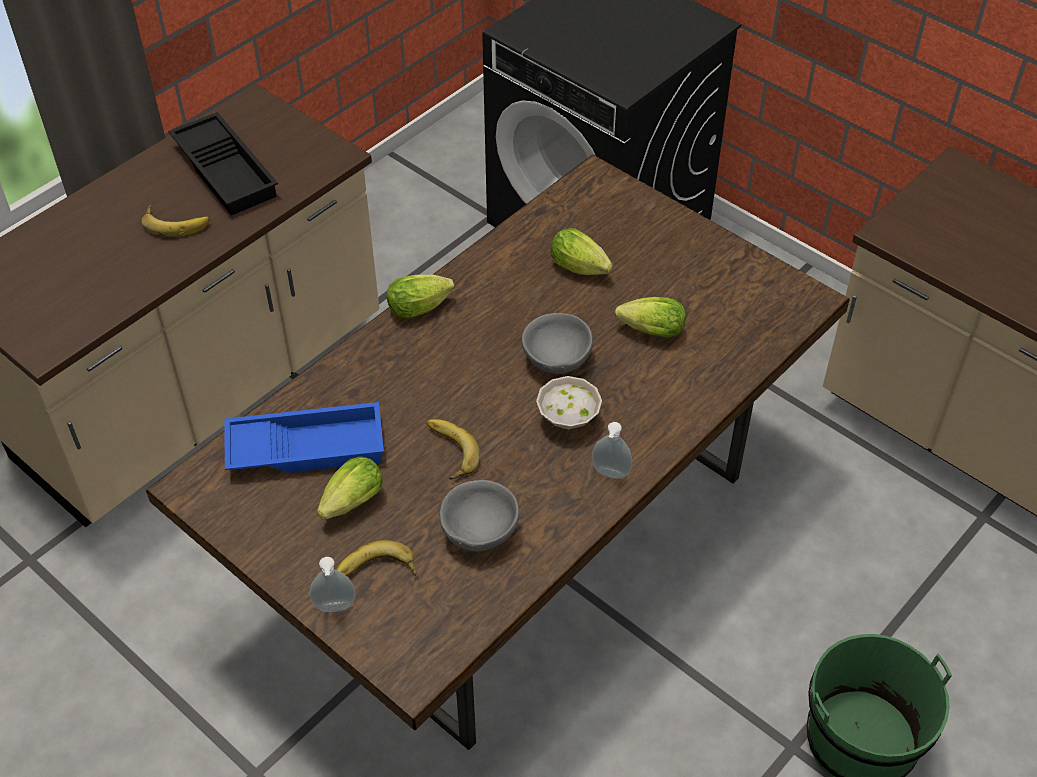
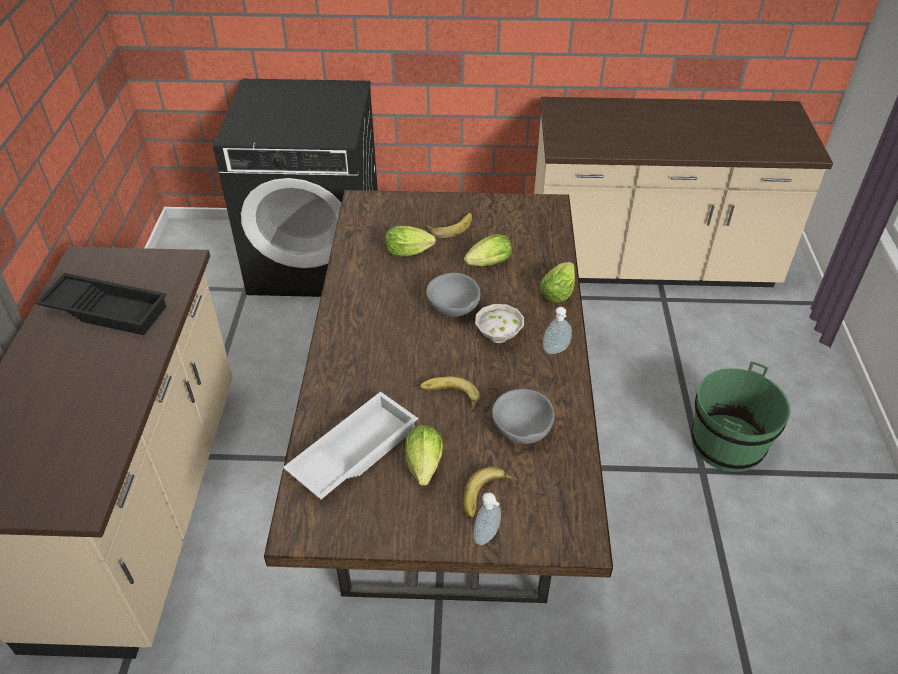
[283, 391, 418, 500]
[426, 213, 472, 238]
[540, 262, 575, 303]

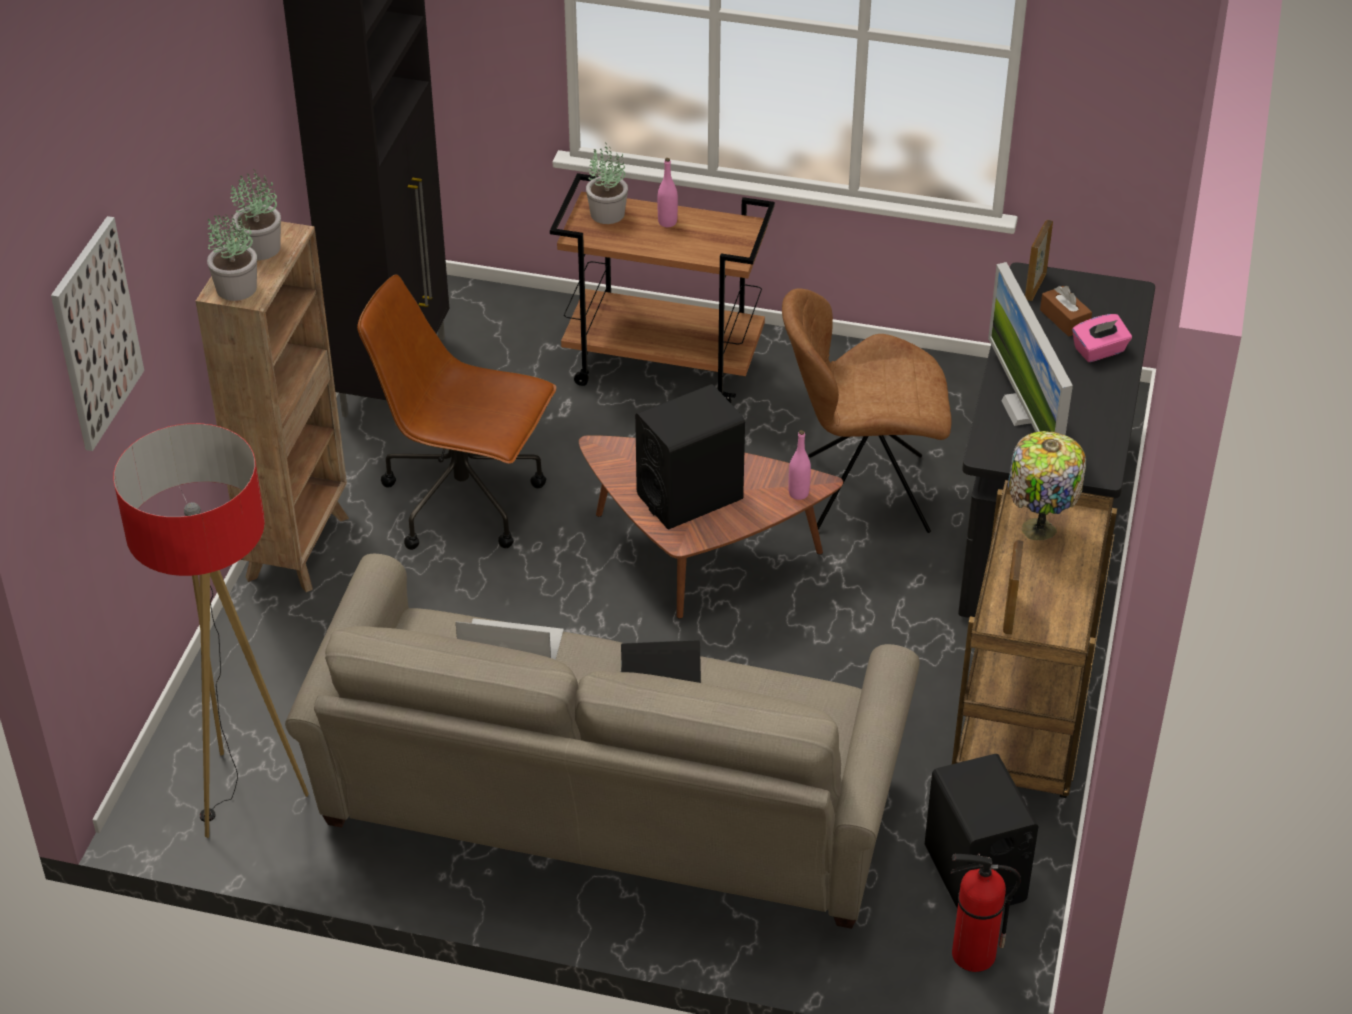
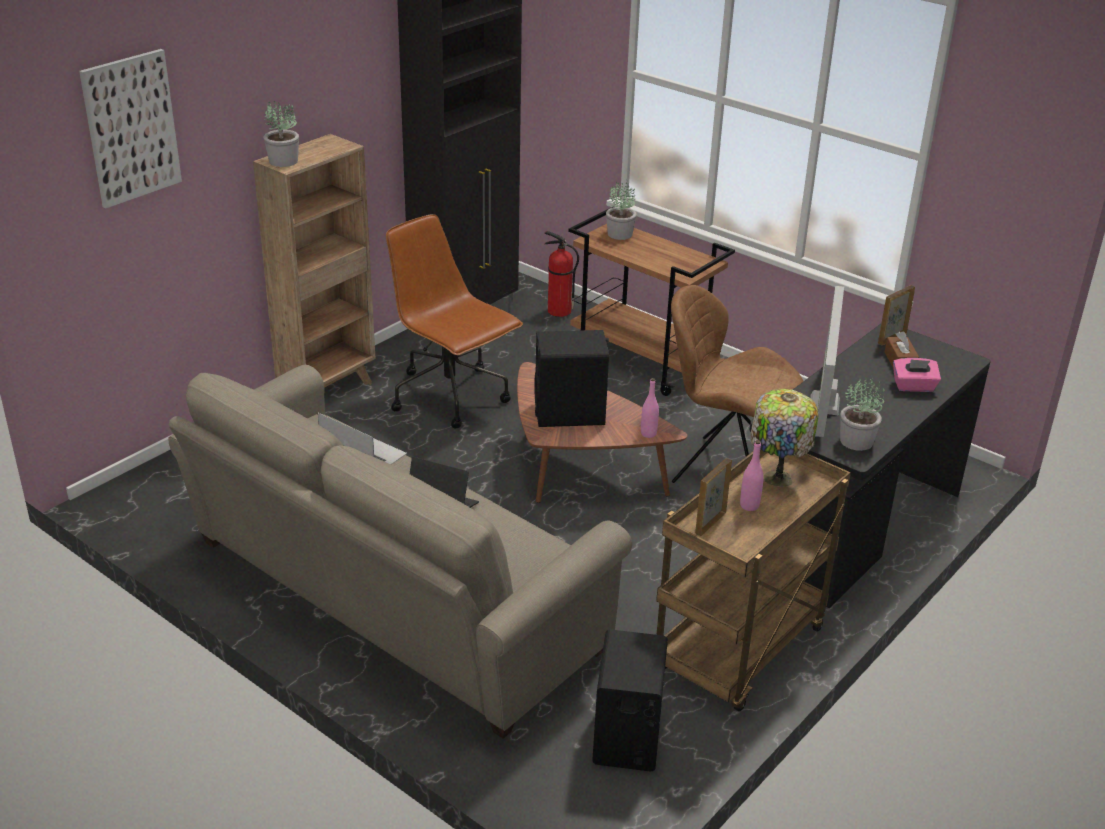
[544, 231, 579, 317]
[740, 440, 764, 511]
[840, 376, 884, 451]
[113, 423, 309, 838] (first image)

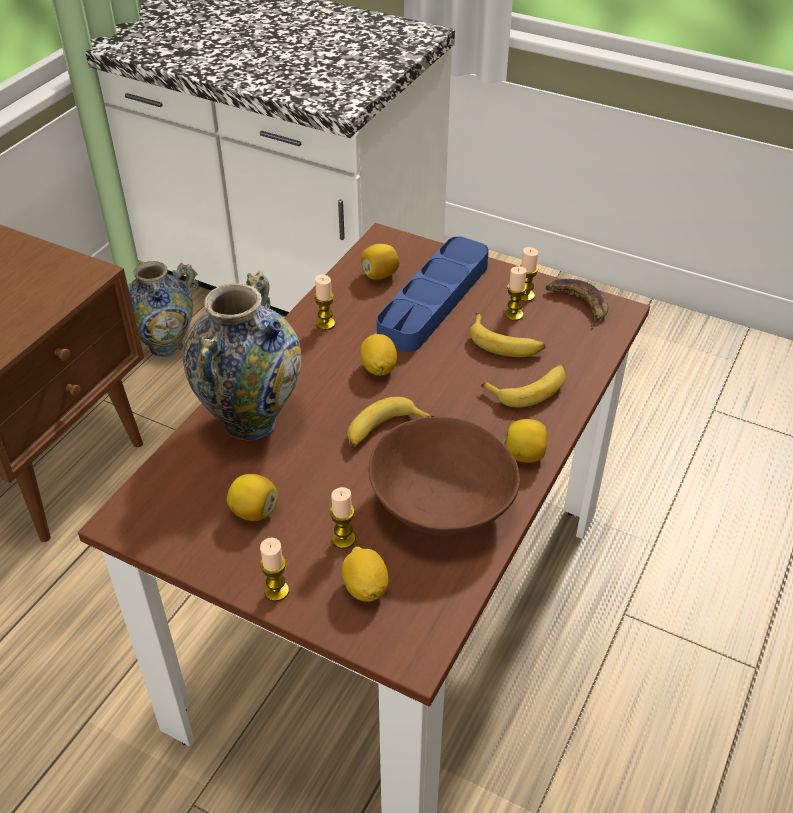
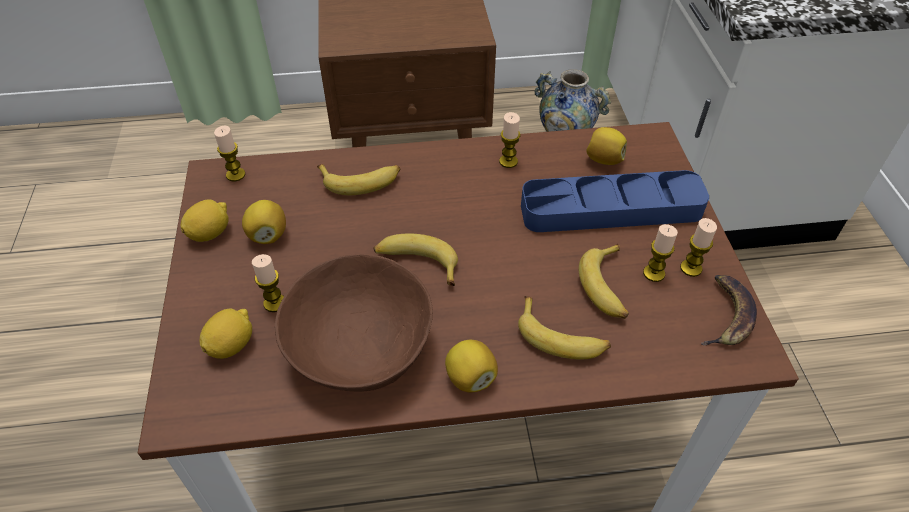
[181, 200, 229, 242]
[214, 126, 245, 181]
[317, 164, 400, 195]

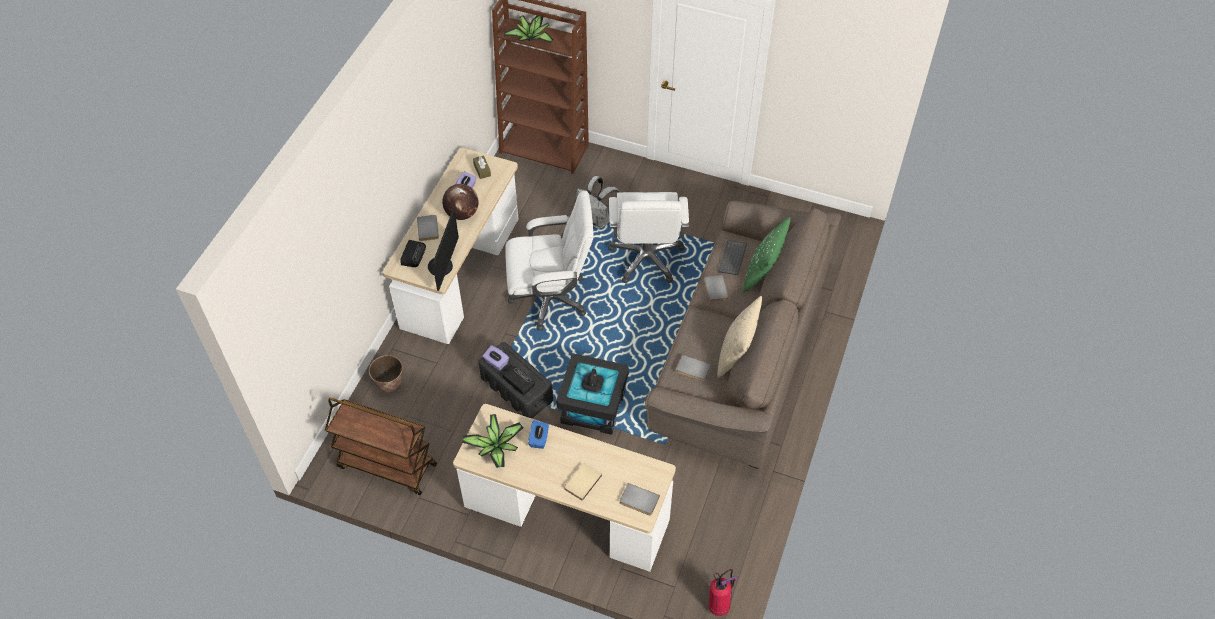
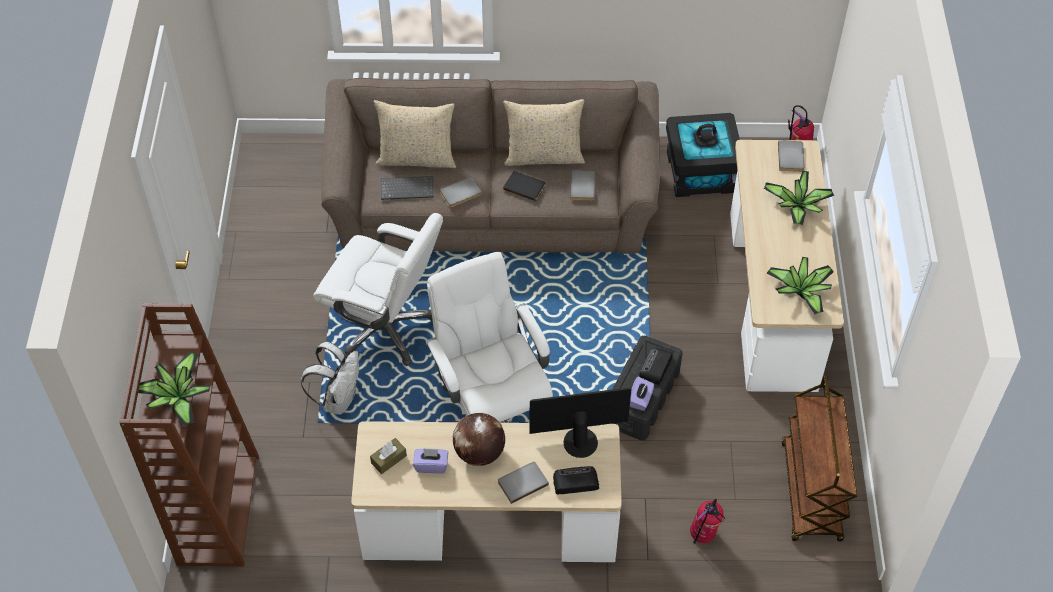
[313, 213, 443, 366]
[374, 100, 456, 168]
[503, 171, 545, 201]
[666, 113, 740, 197]
[690, 499, 725, 544]
[764, 171, 834, 225]
[528, 420, 549, 449] (first image)

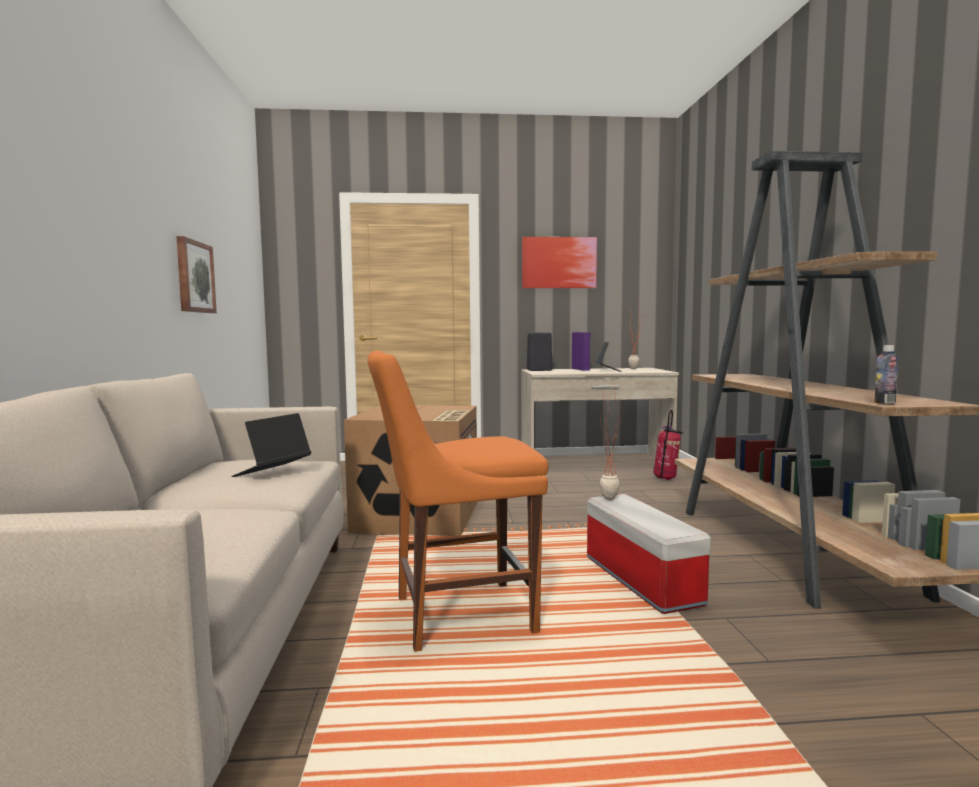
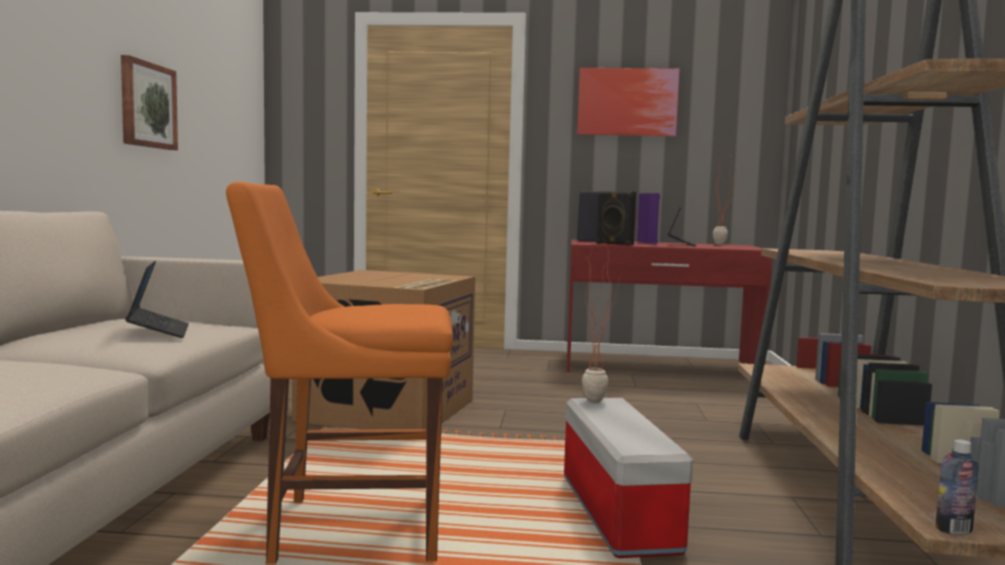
[125, 261, 189, 338]
[567, 240, 772, 372]
[596, 191, 636, 246]
[936, 439, 979, 535]
[653, 410, 684, 480] (first image)

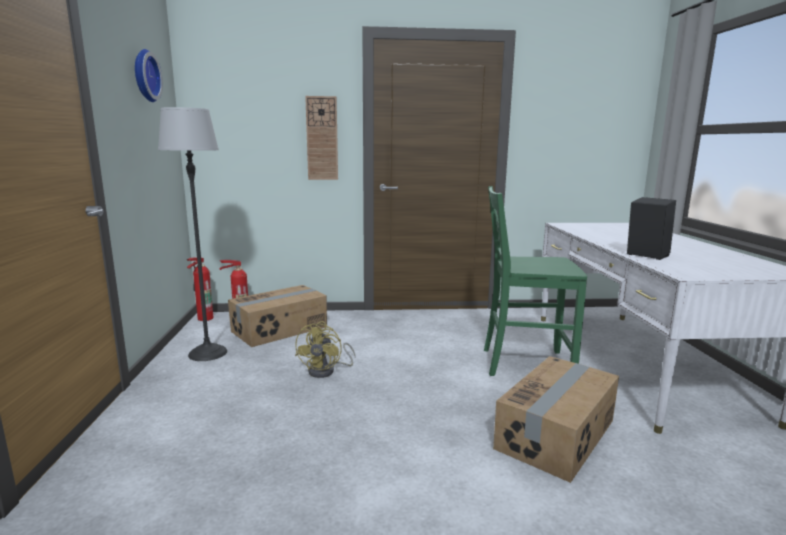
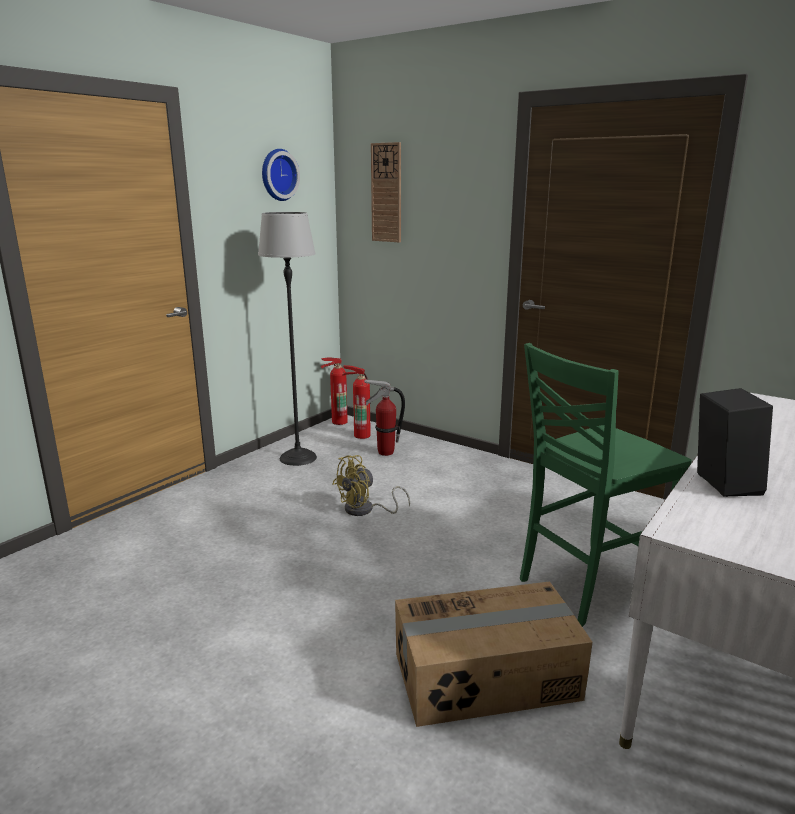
[364, 379, 405, 456]
[371, 142, 401, 242]
[520, 343, 692, 627]

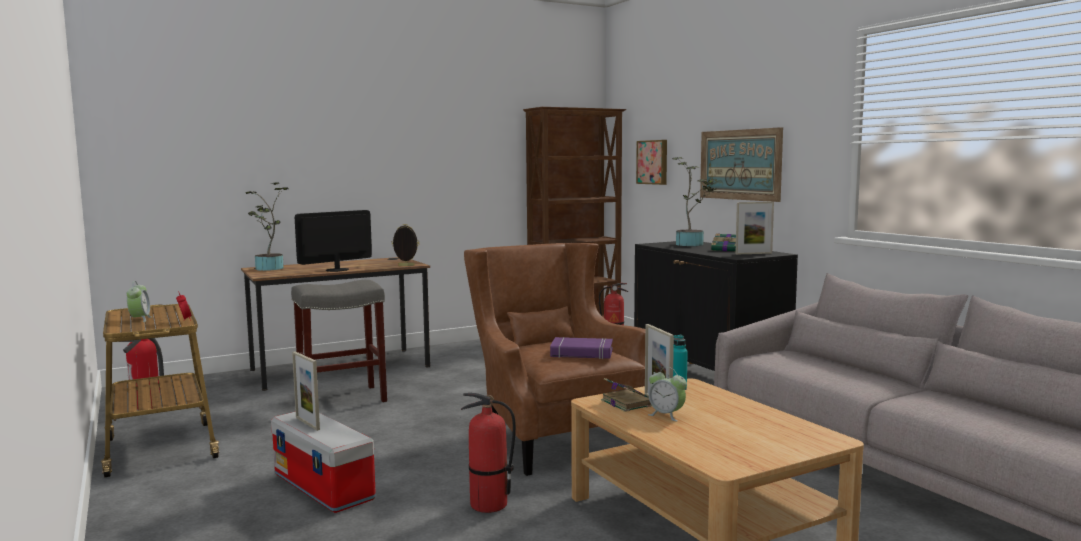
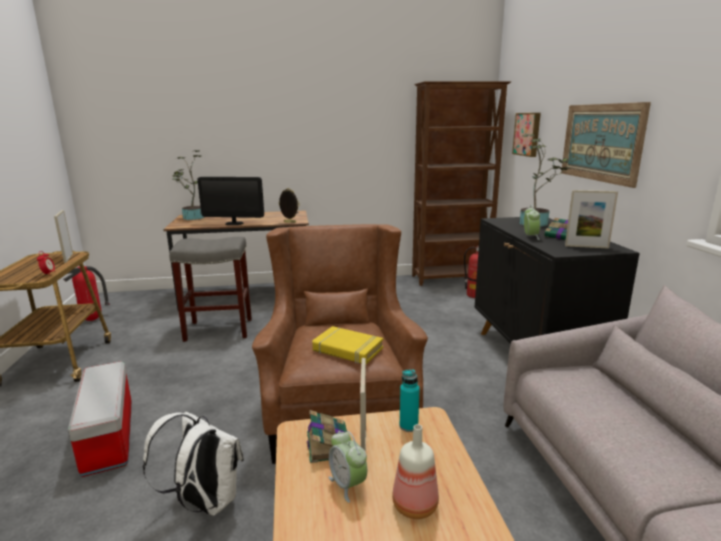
[54, 210, 73, 263]
[143, 412, 244, 516]
[197, 177, 264, 225]
[312, 326, 383, 364]
[392, 424, 439, 519]
[524, 205, 541, 240]

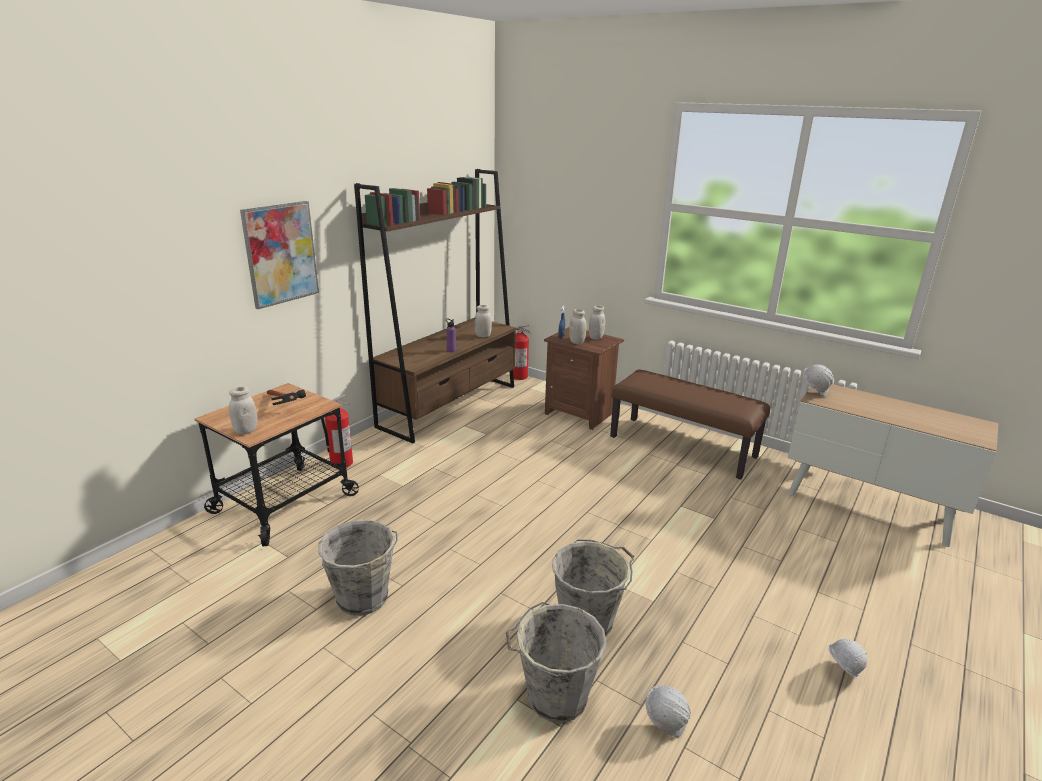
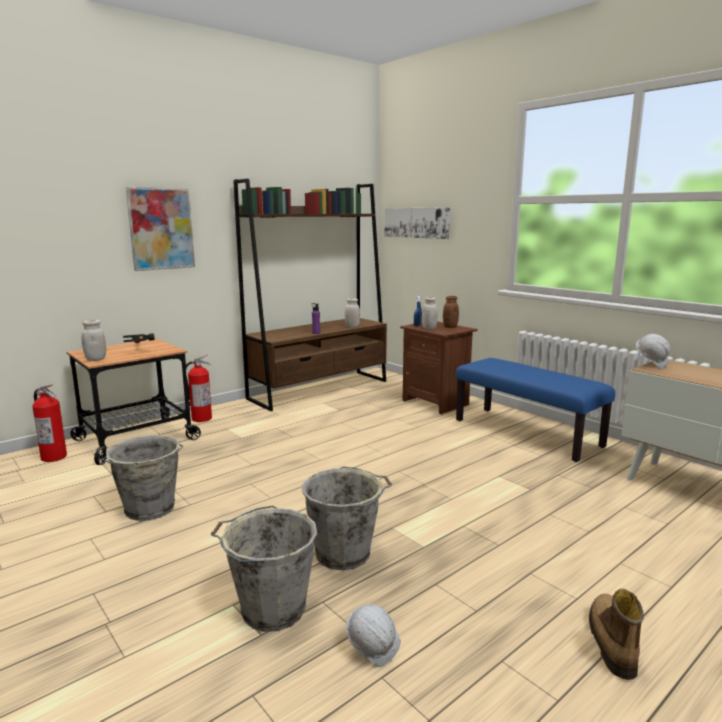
[32, 385, 67, 462]
[385, 207, 450, 239]
[443, 296, 459, 328]
[456, 358, 615, 462]
[589, 589, 644, 680]

